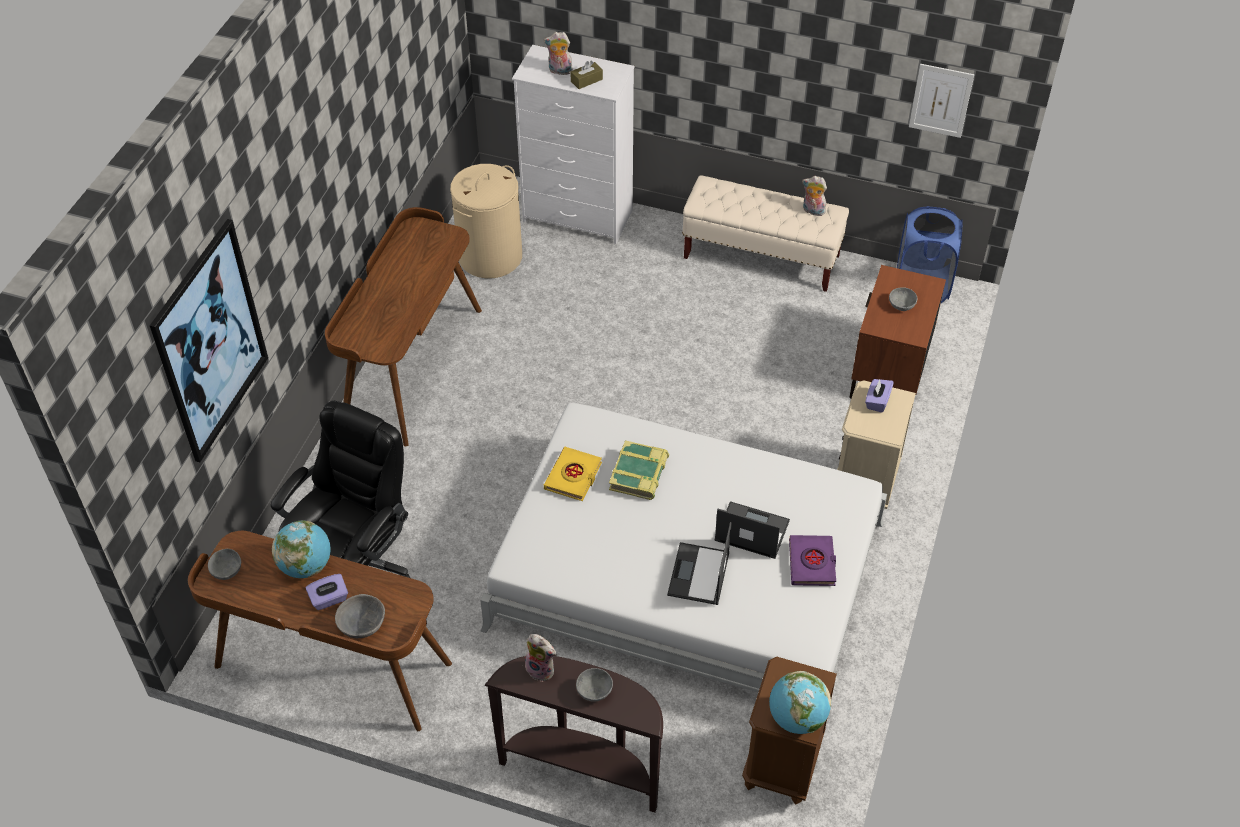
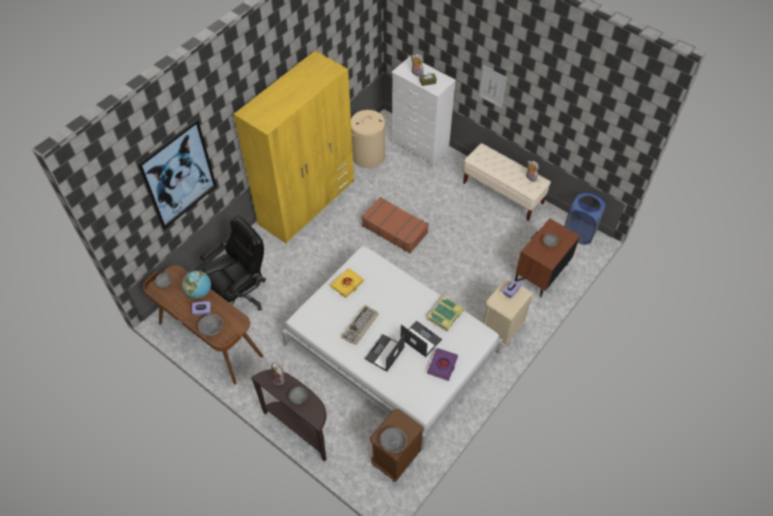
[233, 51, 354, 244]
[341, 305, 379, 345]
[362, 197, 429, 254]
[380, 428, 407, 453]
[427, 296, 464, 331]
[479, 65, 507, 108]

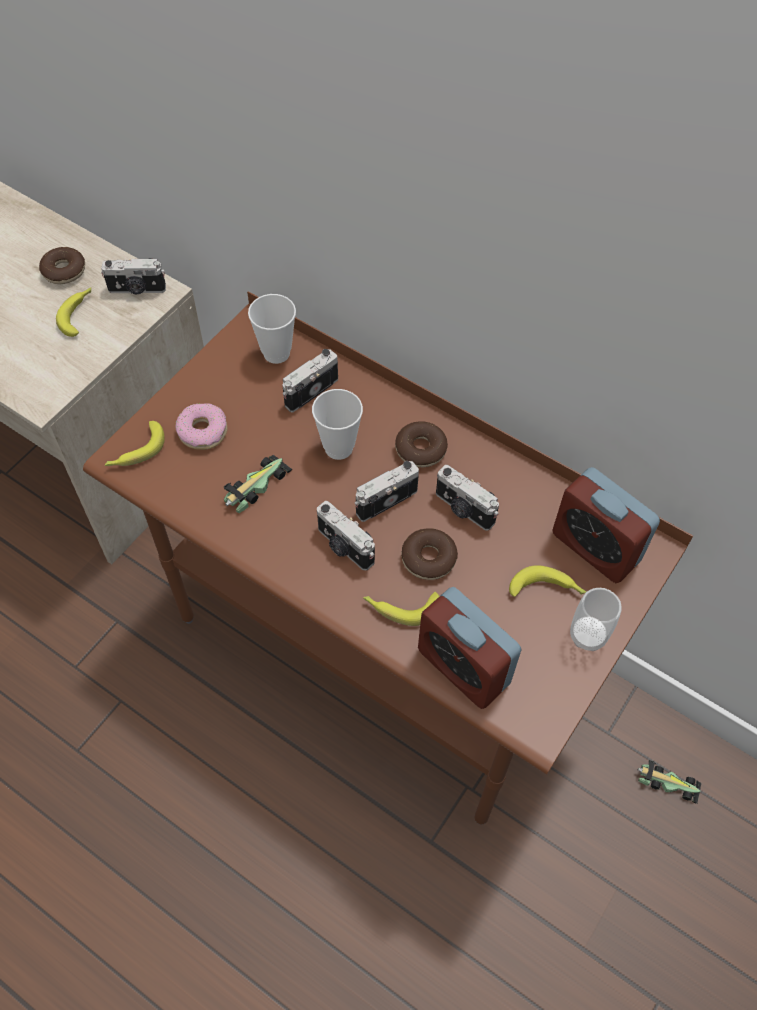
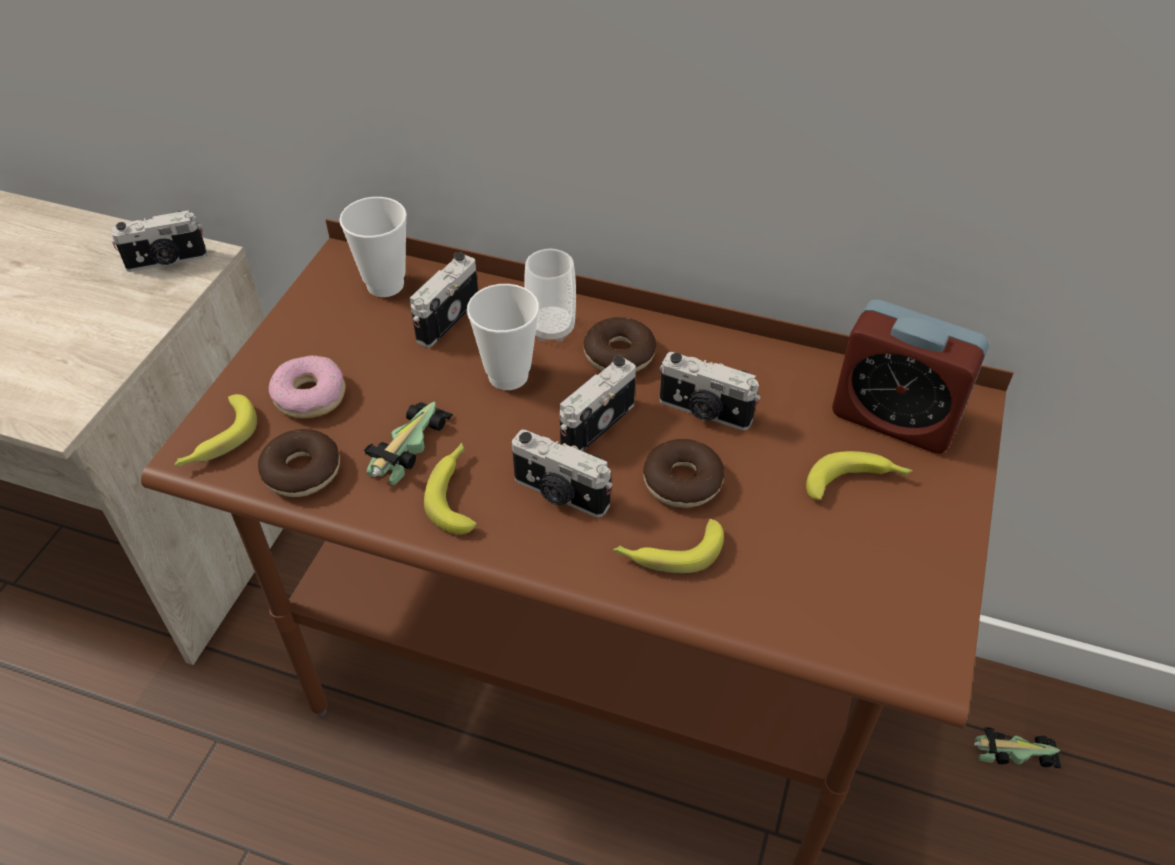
[258, 429, 340, 497]
[424, 443, 477, 534]
[525, 248, 576, 341]
[418, 587, 522, 709] (first image)

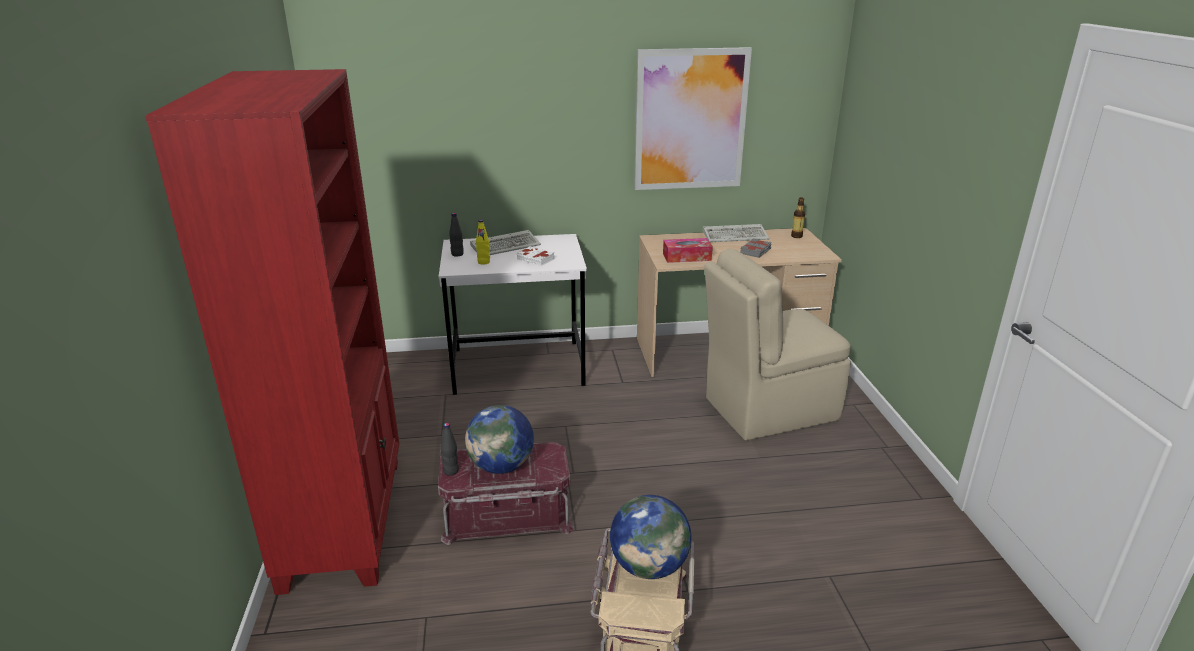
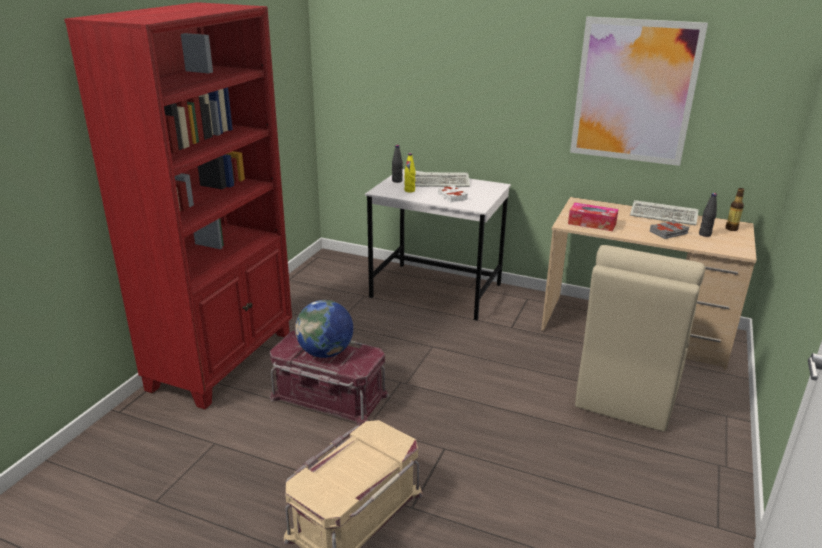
[575, 245, 705, 432]
[699, 193, 717, 237]
[610, 495, 692, 579] (first image)

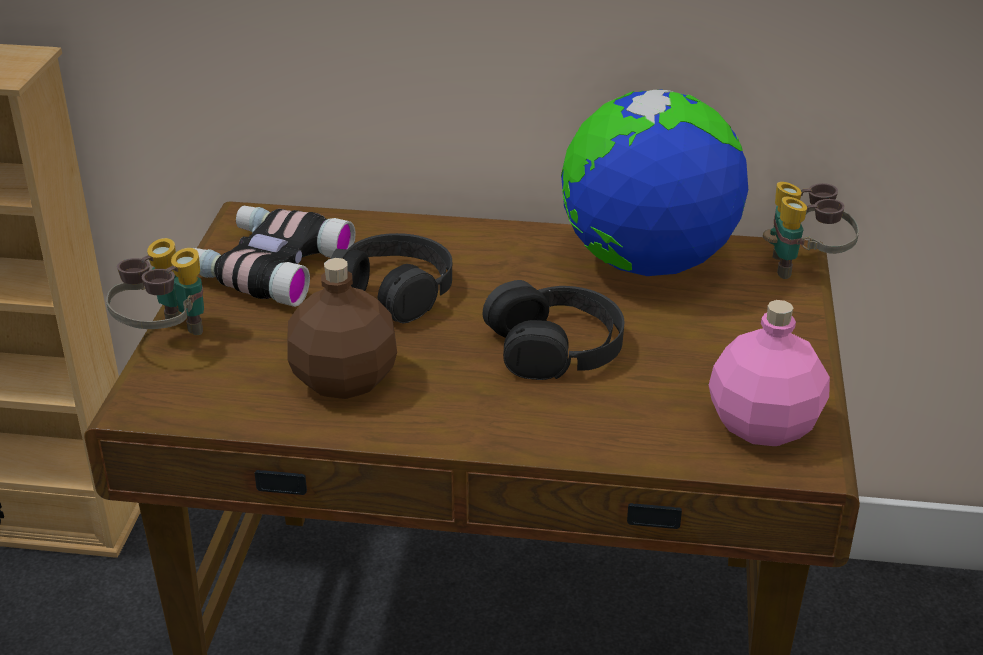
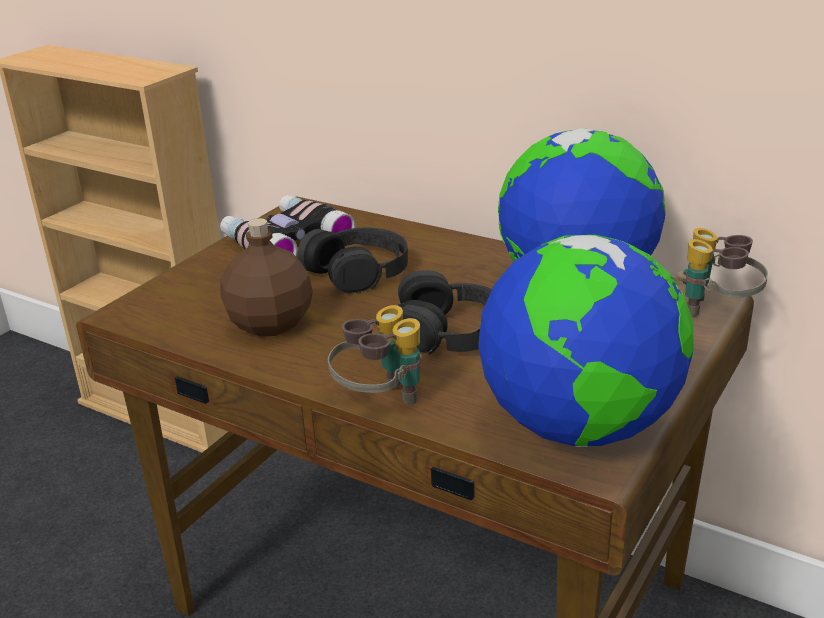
[328, 305, 422, 405]
[478, 235, 694, 447]

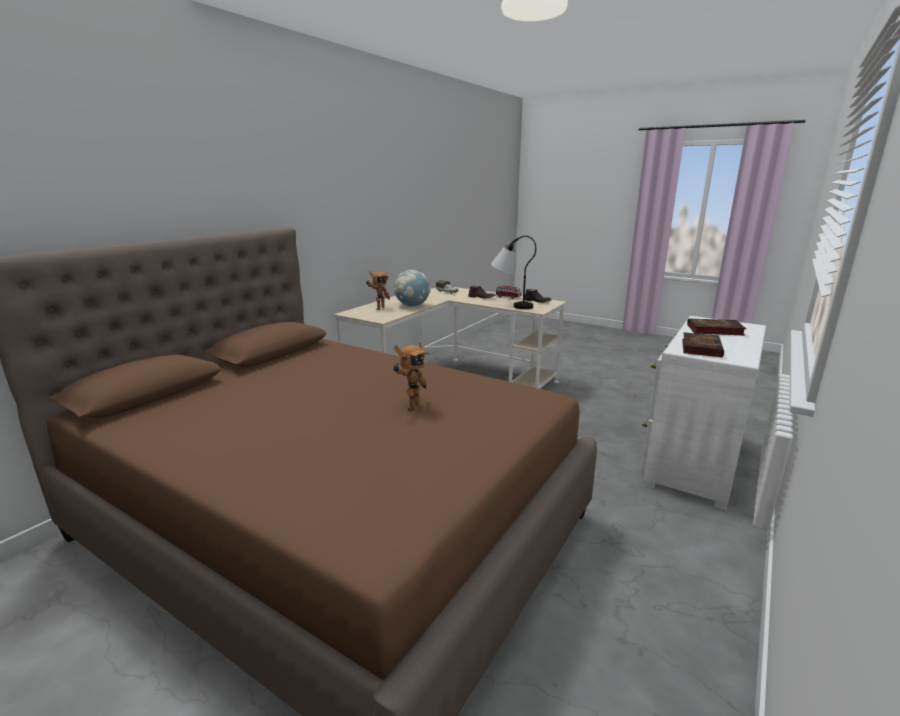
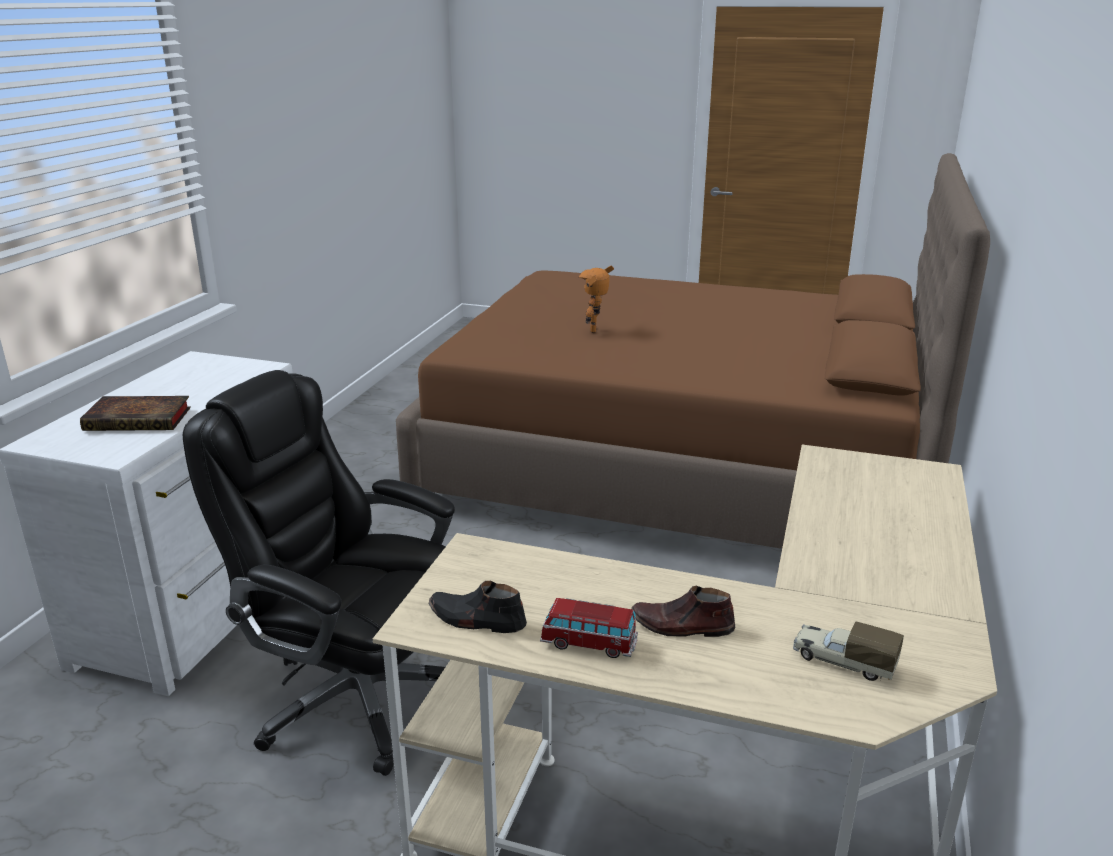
[183, 370, 455, 776]
[366, 271, 390, 310] (first image)
[394, 270, 430, 307] (first image)
[491, 236, 536, 309] (first image)
[682, 332, 724, 357] (first image)

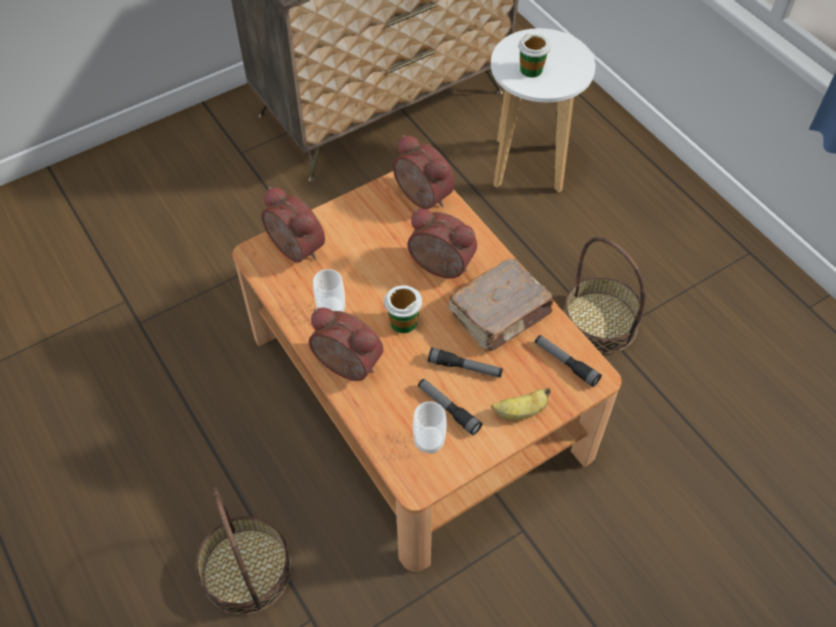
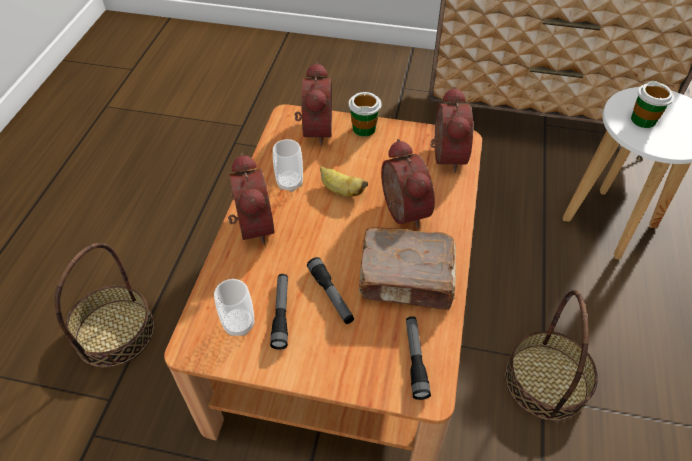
[320, 166, 368, 197]
[348, 92, 381, 137]

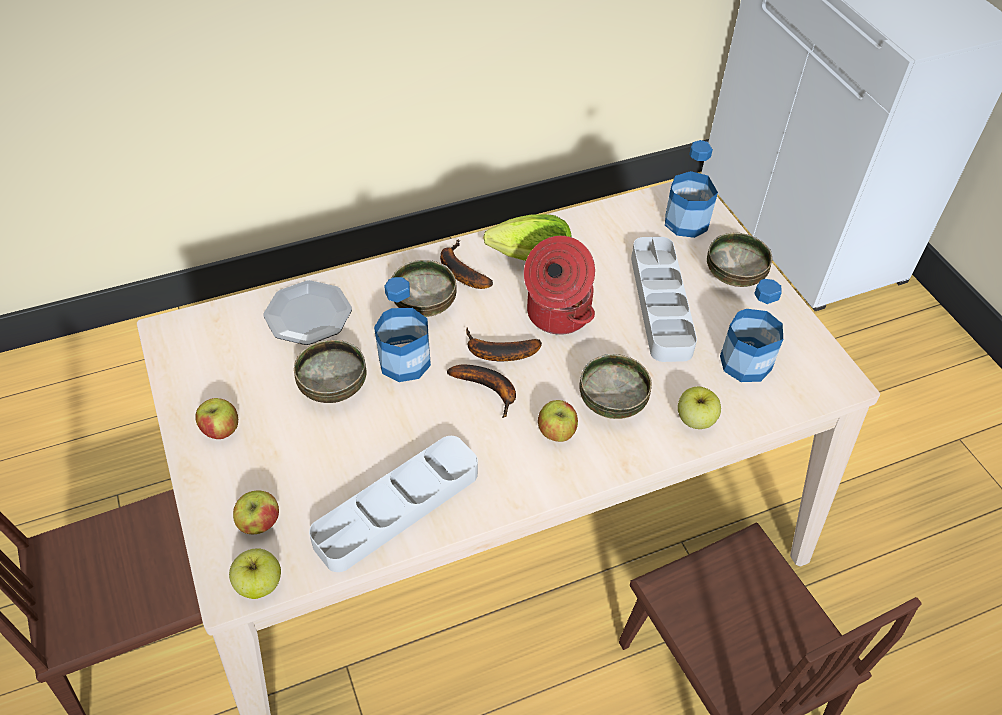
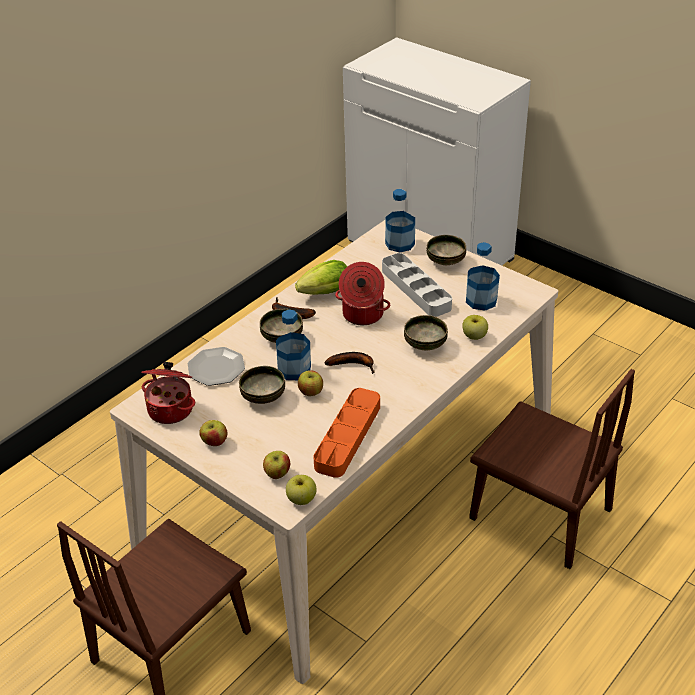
[141, 362, 195, 424]
[298, 370, 323, 396]
[313, 388, 380, 478]
[466, 328, 542, 362] (first image)

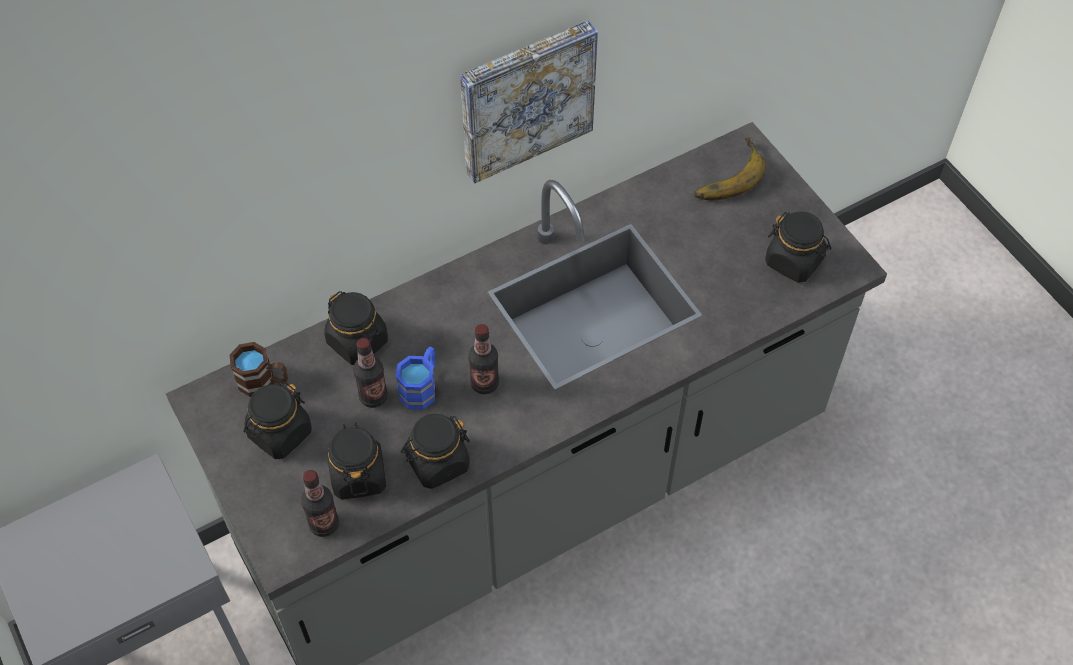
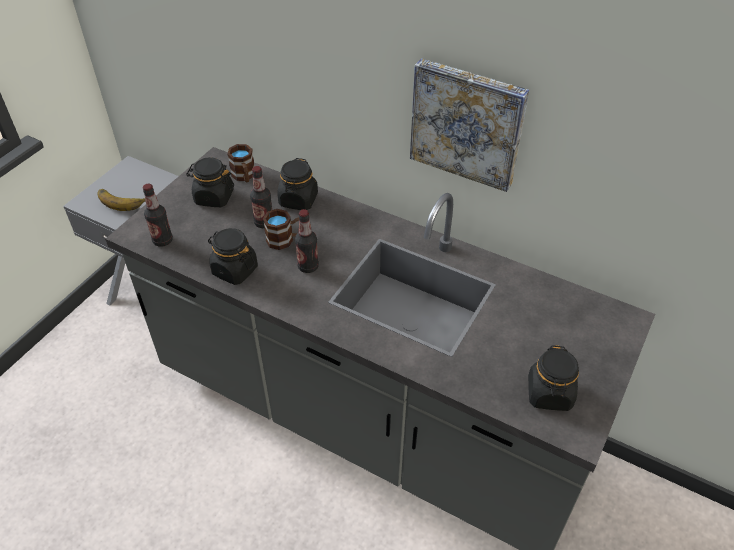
[98, 189, 145, 211]
[263, 209, 299, 250]
[328, 422, 386, 500] (first image)

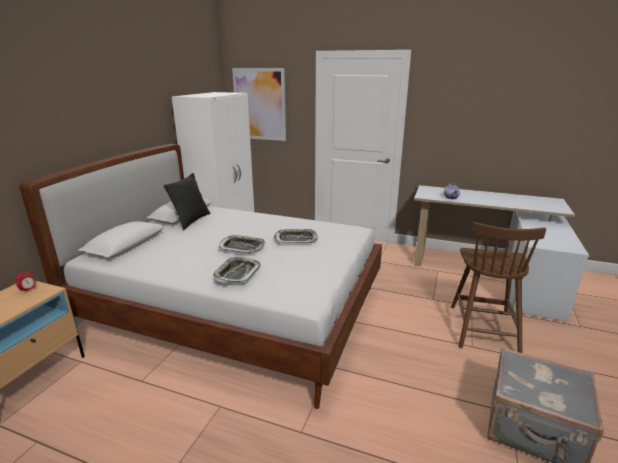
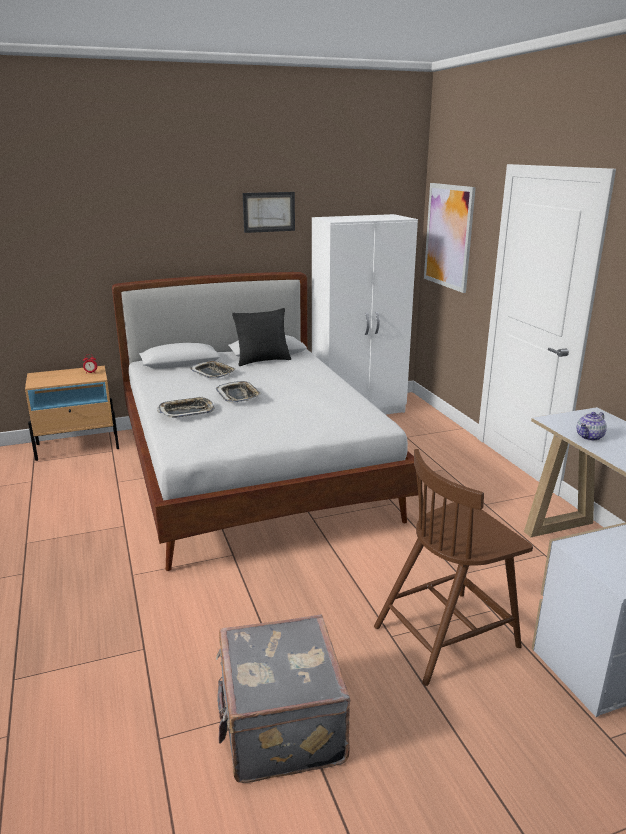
[190, 361, 236, 379]
[243, 192, 295, 233]

